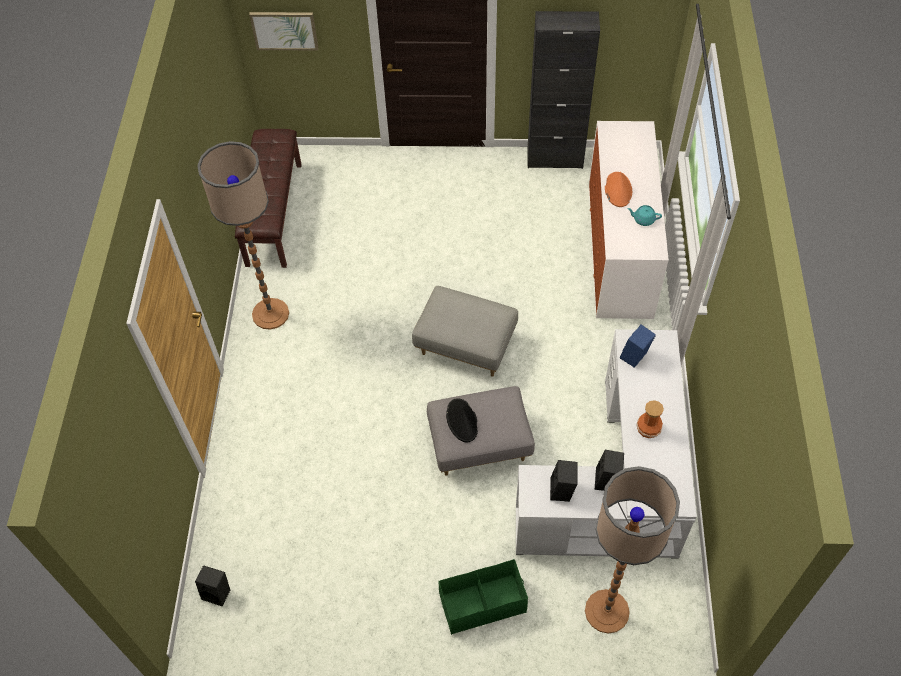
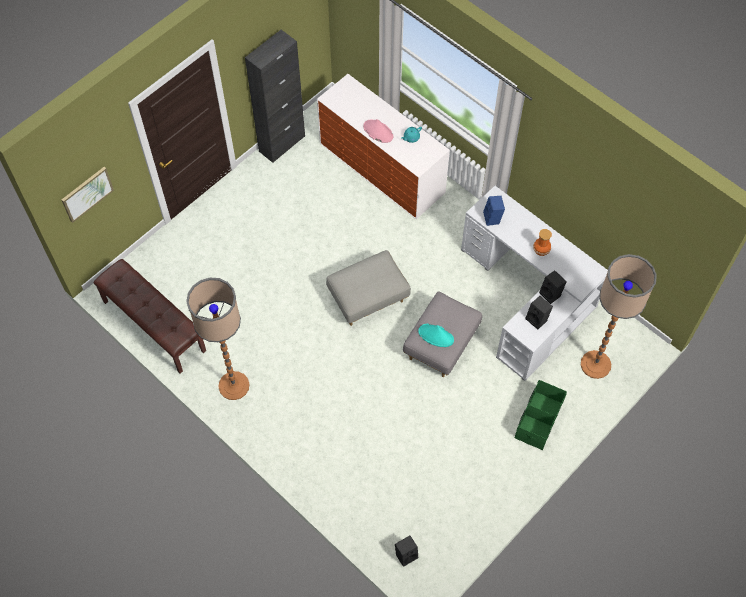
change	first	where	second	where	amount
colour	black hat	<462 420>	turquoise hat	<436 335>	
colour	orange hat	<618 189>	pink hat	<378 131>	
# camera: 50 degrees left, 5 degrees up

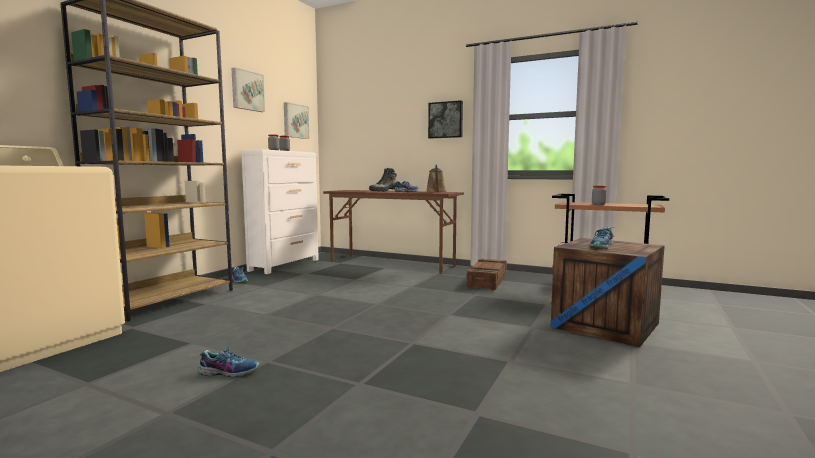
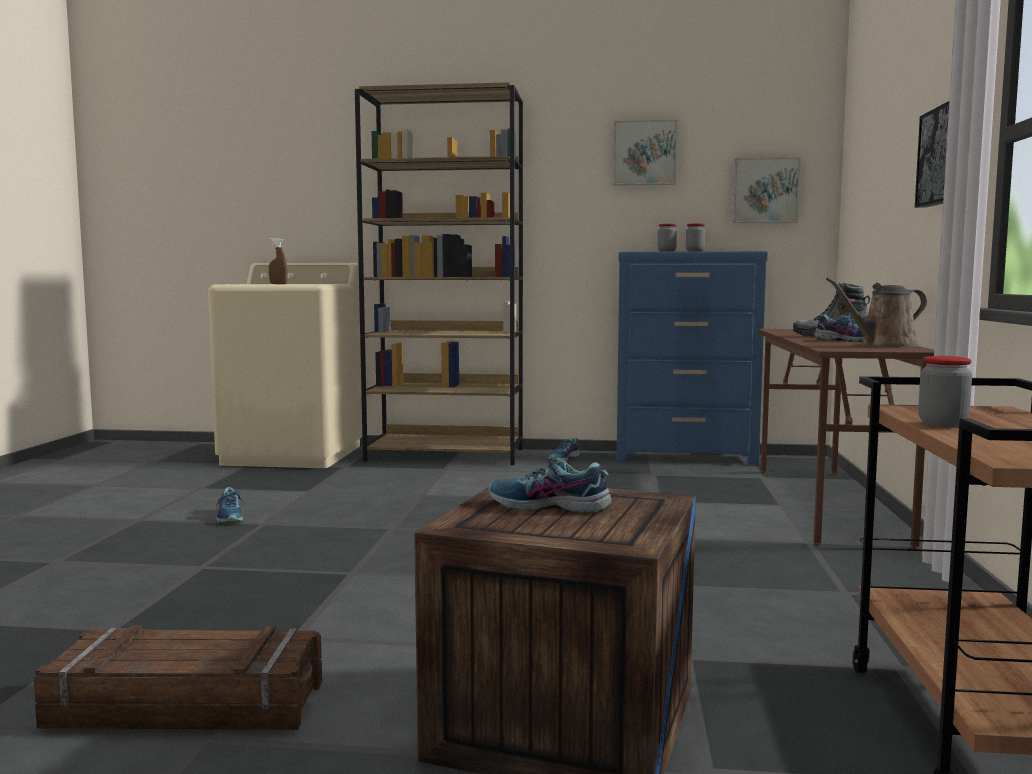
change	first	where	second	where	amount
appeared			brown spray bottle	<278 261>	
relocated	crate	<487 274>		<178 678>	
colour	white dresser	<280 211>	blue dresser	<692 358>	
# camera: 70 degrees right, 0 degrees up

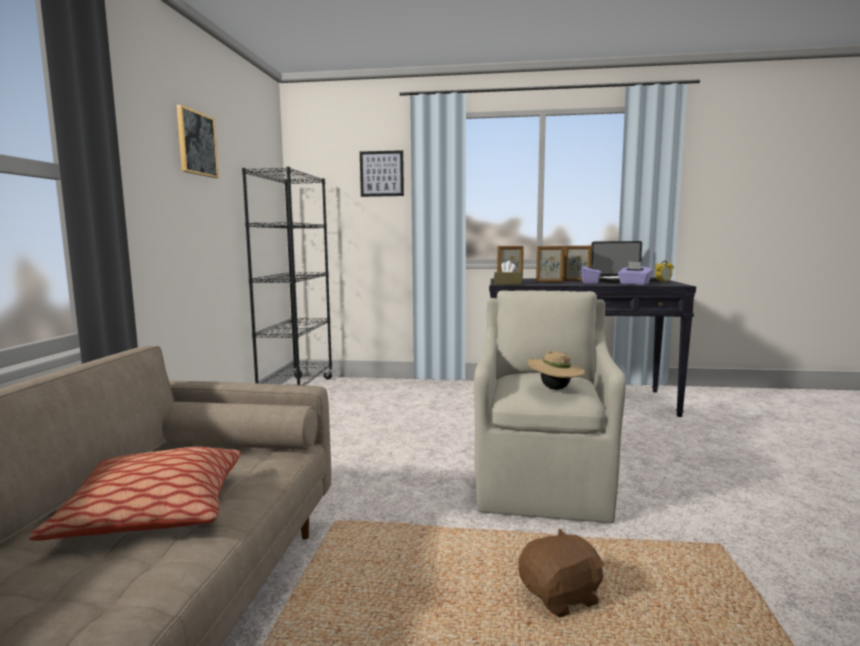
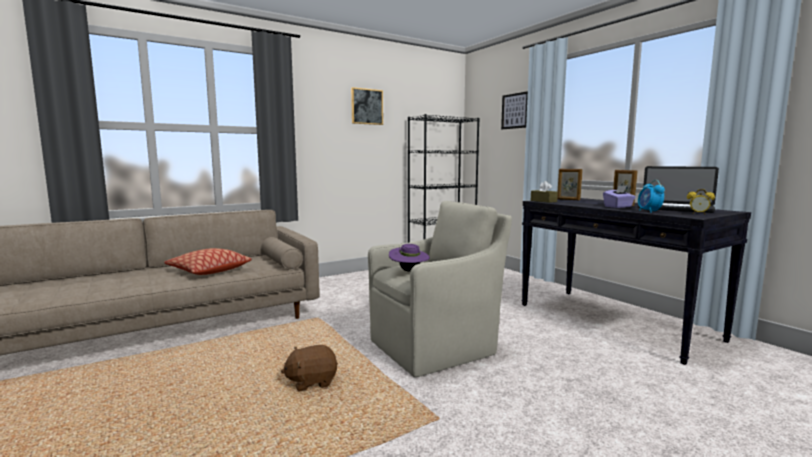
change	first	where	second	where	amount
missing	picture frame	<550 264>			
exchanged	purple tissue box	<635 273>	alarm clock	<651 196>	
colour	beige hat	<556 370>	purple hat	<409 258>	
spun	brown plush toy	<561 572>		<309 368>	135 degrees clockwise
# camera: 50 degrees right, 0 degrees up

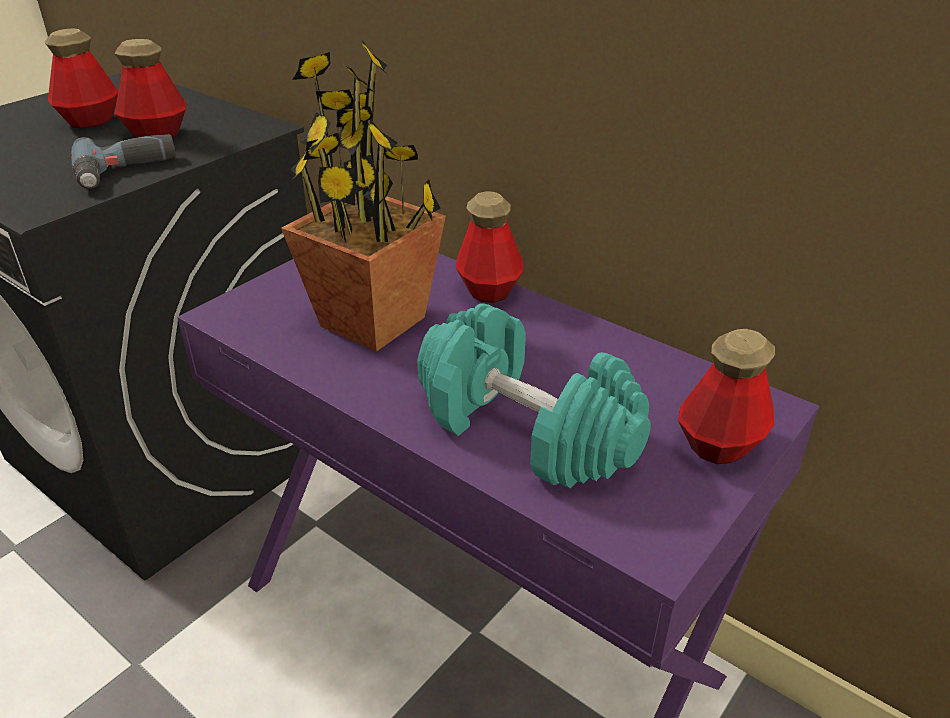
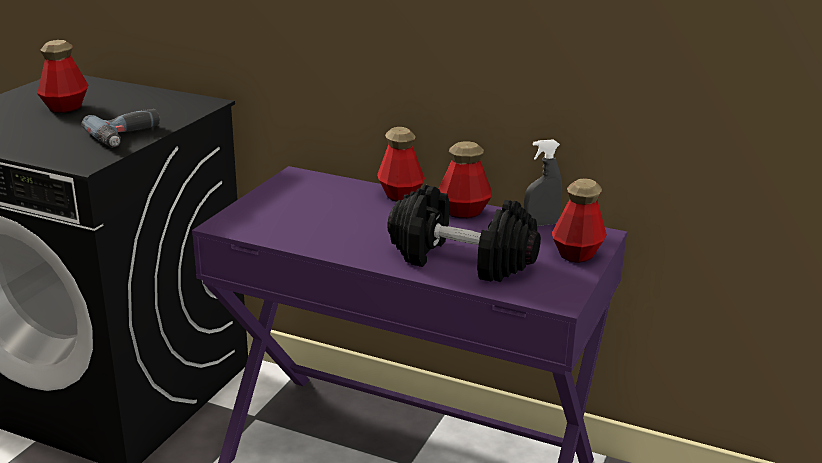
change	first	where	second	where	amount
missing	potted plant	<363 196>			
appeared			grey spray bottle	<543 182>	
relocated	bottle	<150 88>		<465 179>	
colour	turquoise dumbbell	<534 396>	black dumbbell	<464 233>	
# camera: 15 degrees left, 10 degrees down

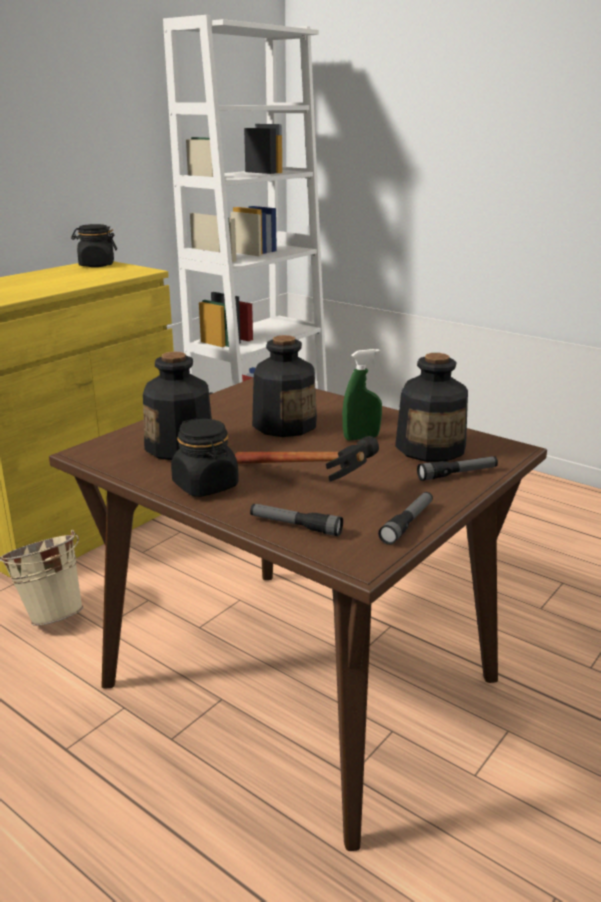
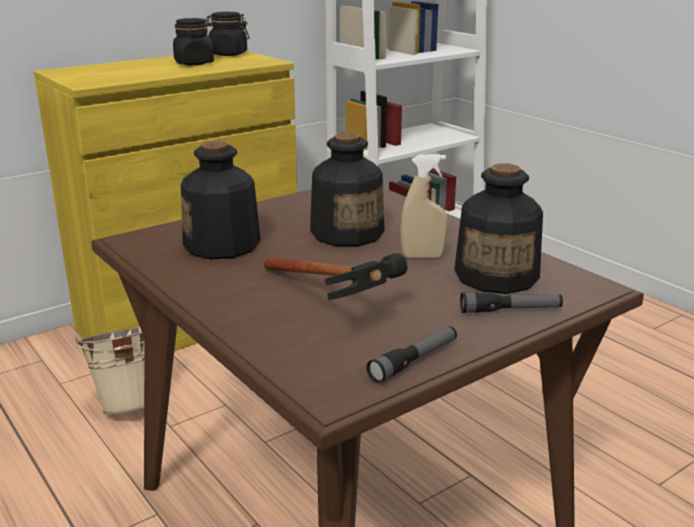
change	first	where	second	where	amount
missing	flashlight	<296 520>			
relocated	black jar	<205 457>		<193 41>	
colour	green spray bottle	<362 394>	beige spray bottle	<425 206>	
# camera: 15 degrees right, 0 degrees up

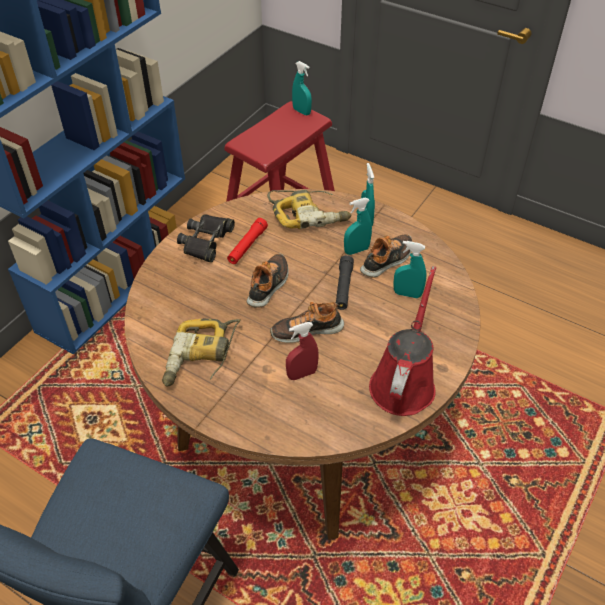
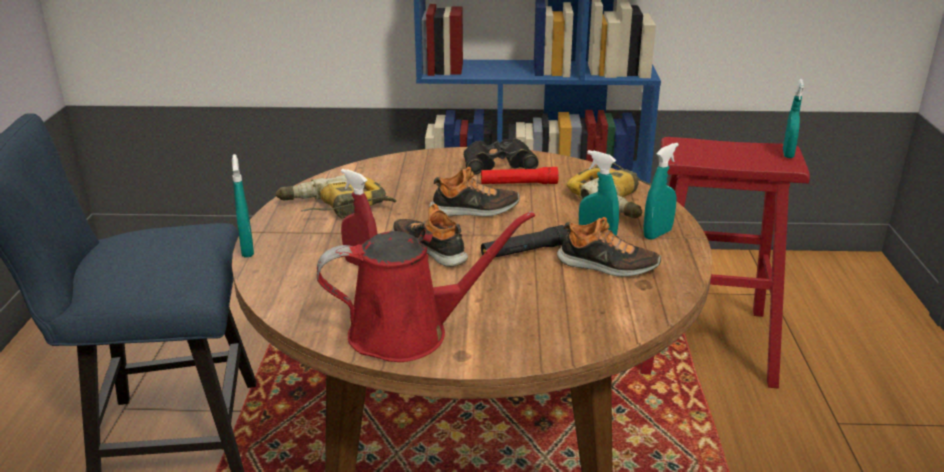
change	first	where	second	where	amount
relocated	turquoise spray bottle	<409 269>		<243 206>	
# camera: 60 degrees right, 20 degrees down

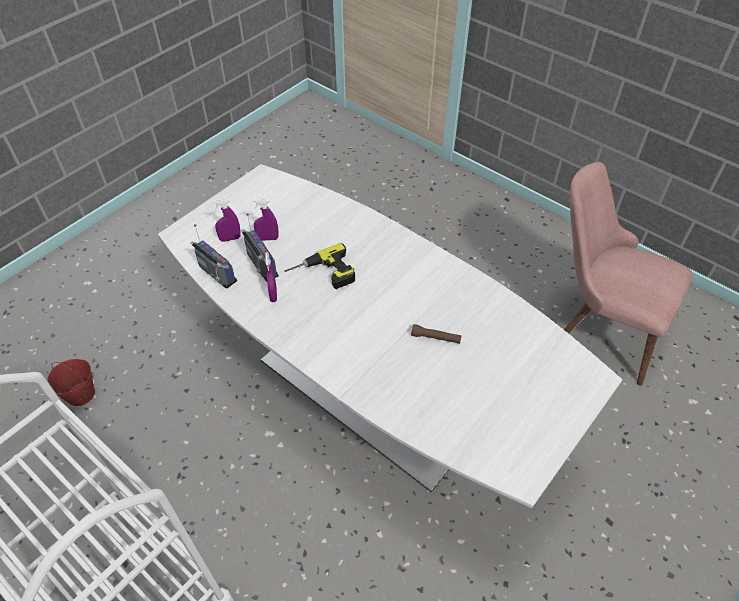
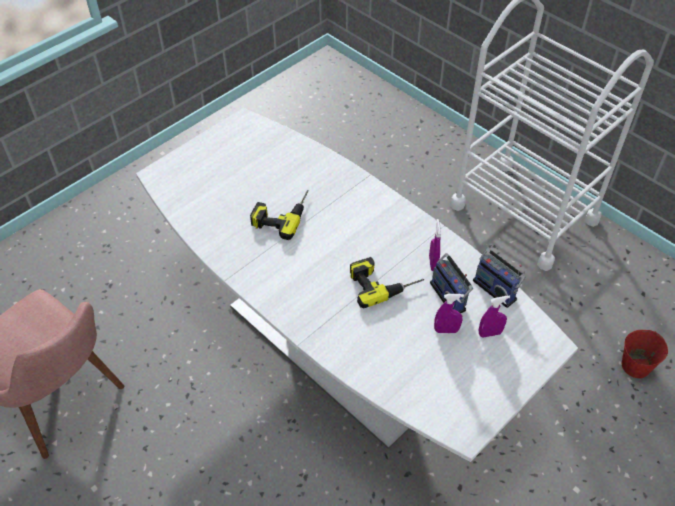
change	first	where	second	where	amount
exchanged	brown flashlight	<436 334>	power drill	<279 215>	
# camera: 175 degrees left, 0 degrees up

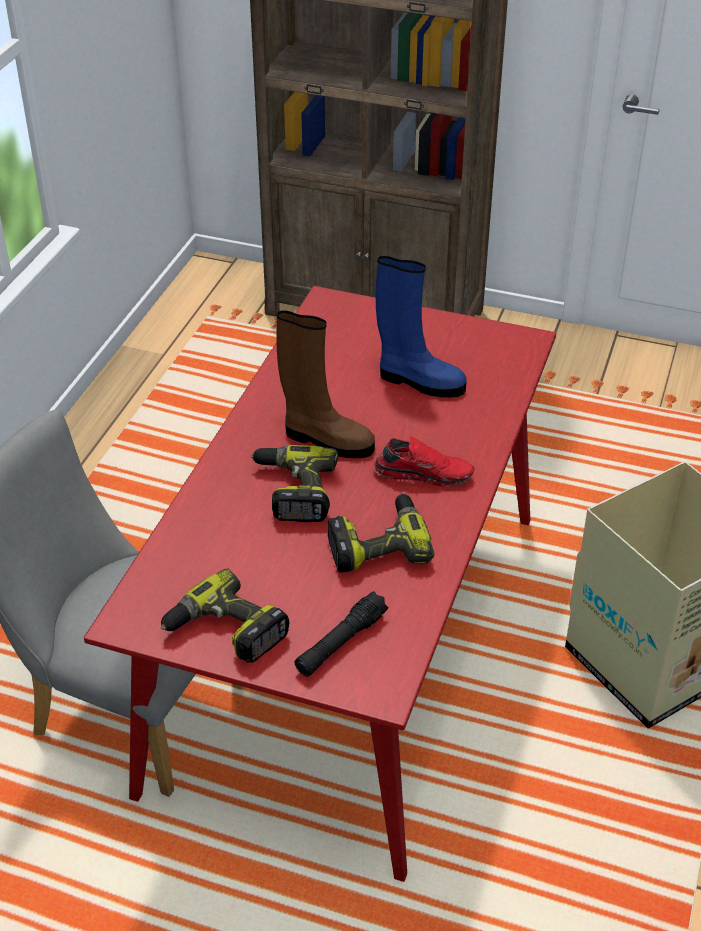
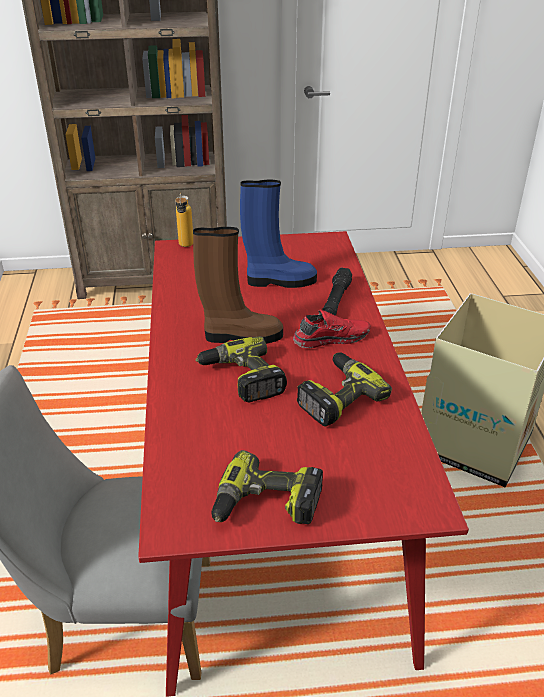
change	first	where	second	where	amount
appeared			bottle	<184 220>	
relocated	black flashlight	<341 634>		<337 291>	
# camera: 25 degrees left, 5 degrees down

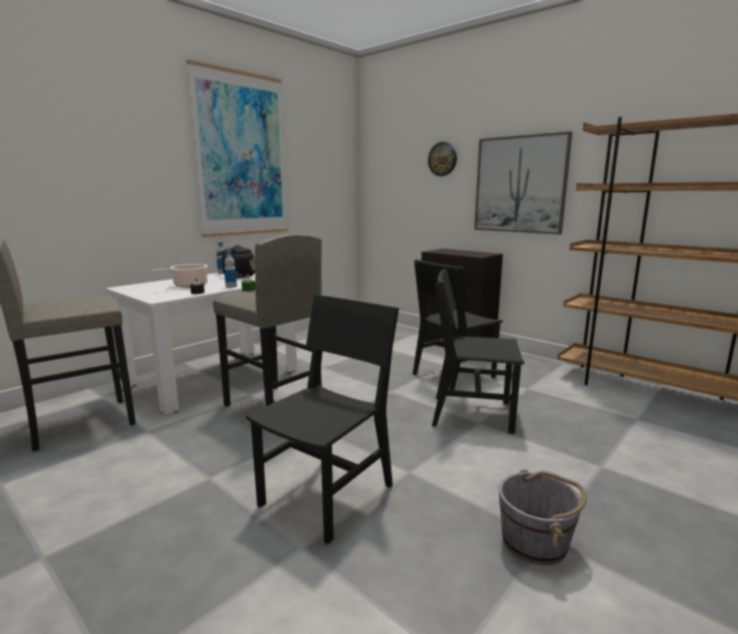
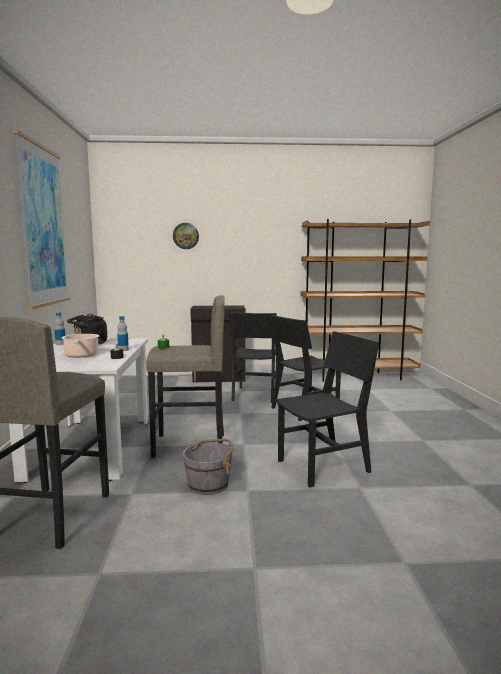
change	first	where	second	where	amount
missing	picture	<523 183>			
relocated	grey bucket	<543 517>		<208 467>	
spun	black chair	<322 419>		<327 409>	75 degrees clockwise
# camera: 45 degrees left, 5 degrees down

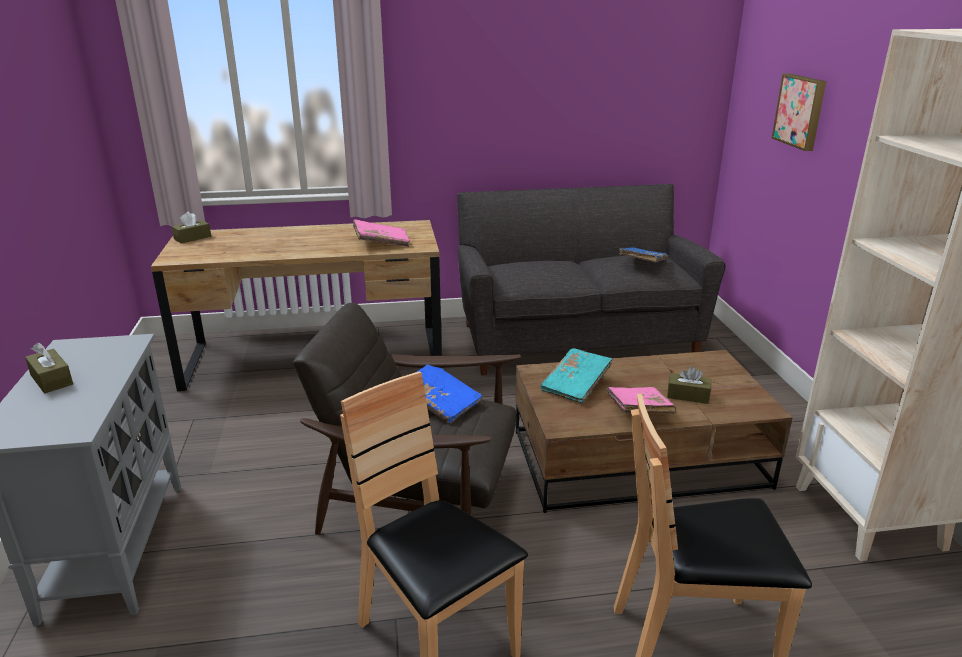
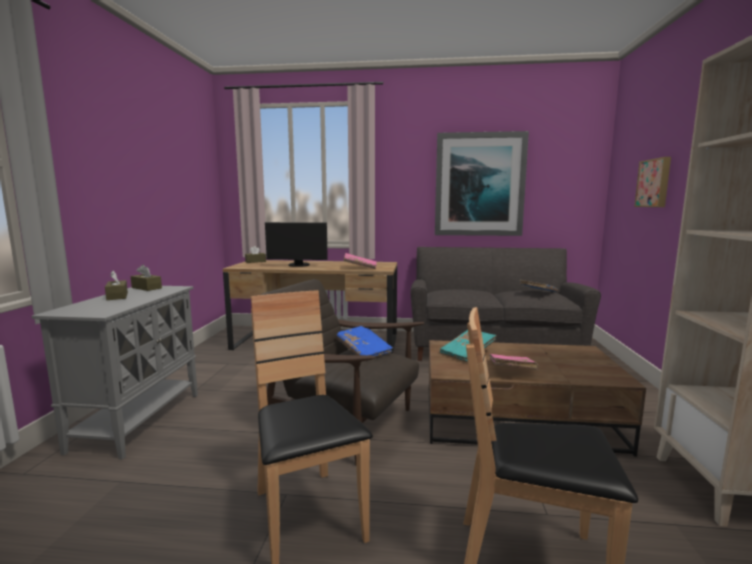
change	first	where	second	where	amount
appeared			monitor	<296 244>	
appeared			picture	<482 183>	
relocated	brown tissue box	<689 385>		<146 278>	
# camera: 15 degrees right, 15 degrees down

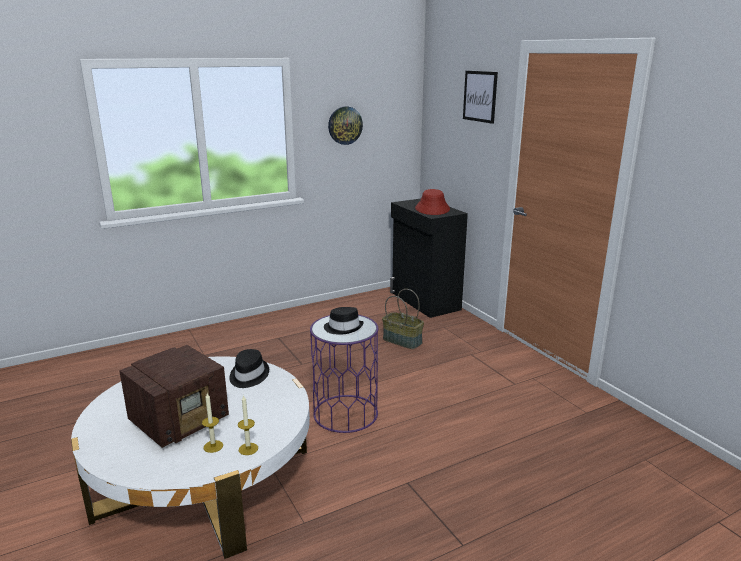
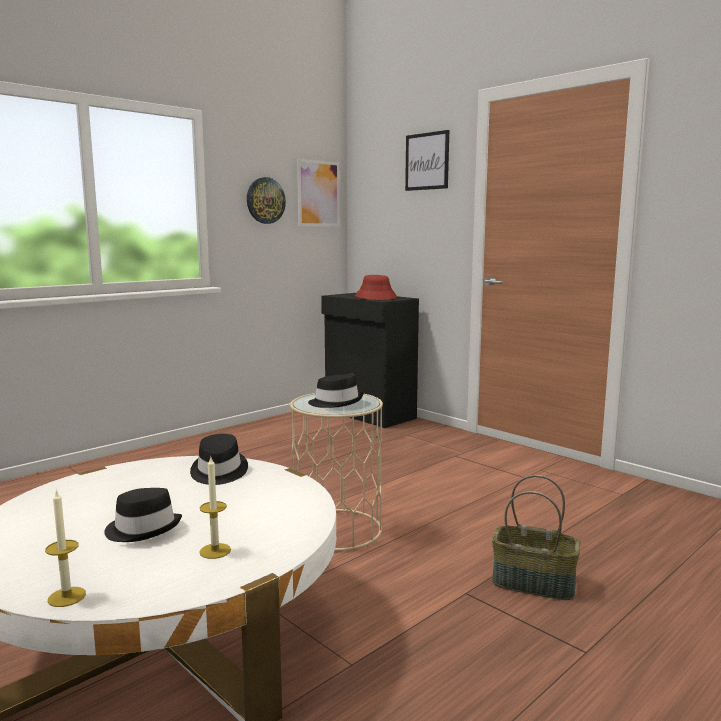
change	first	where	second	where	amount
appeared			picture	<318 193>	
relocated	candle	<248 425>		<65 548>	
relocated	basket	<403 319>		<536 537>	
exchanged	radio	<174 396>	black hat	<143 515>	
colour	purple side table	<344 374>	beige side table	<336 472>	
# camera: 15 degrees left, 10 degrees down

